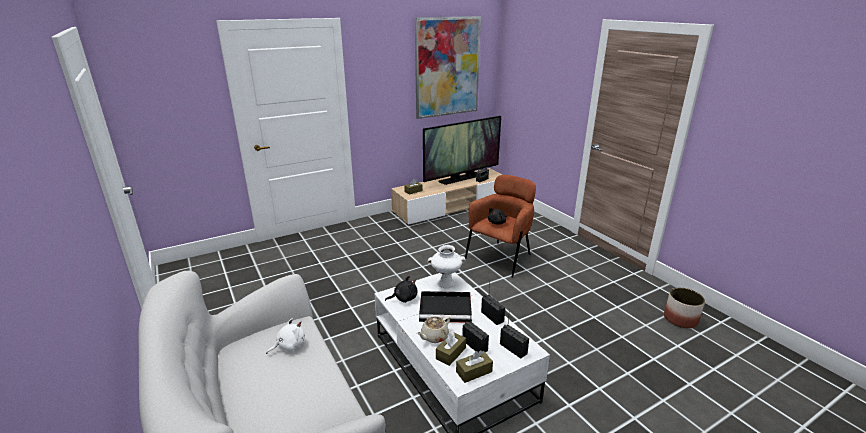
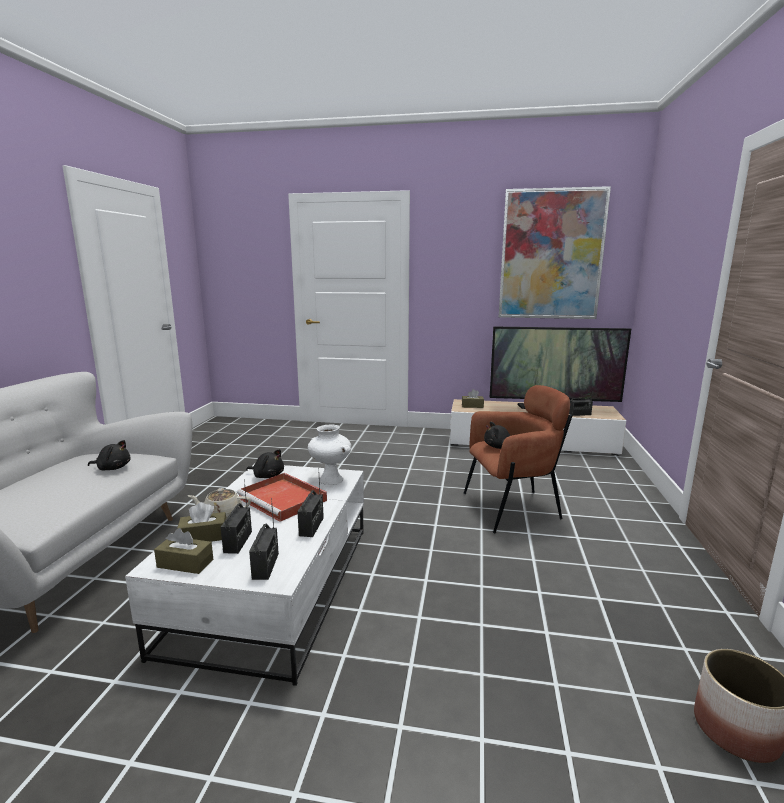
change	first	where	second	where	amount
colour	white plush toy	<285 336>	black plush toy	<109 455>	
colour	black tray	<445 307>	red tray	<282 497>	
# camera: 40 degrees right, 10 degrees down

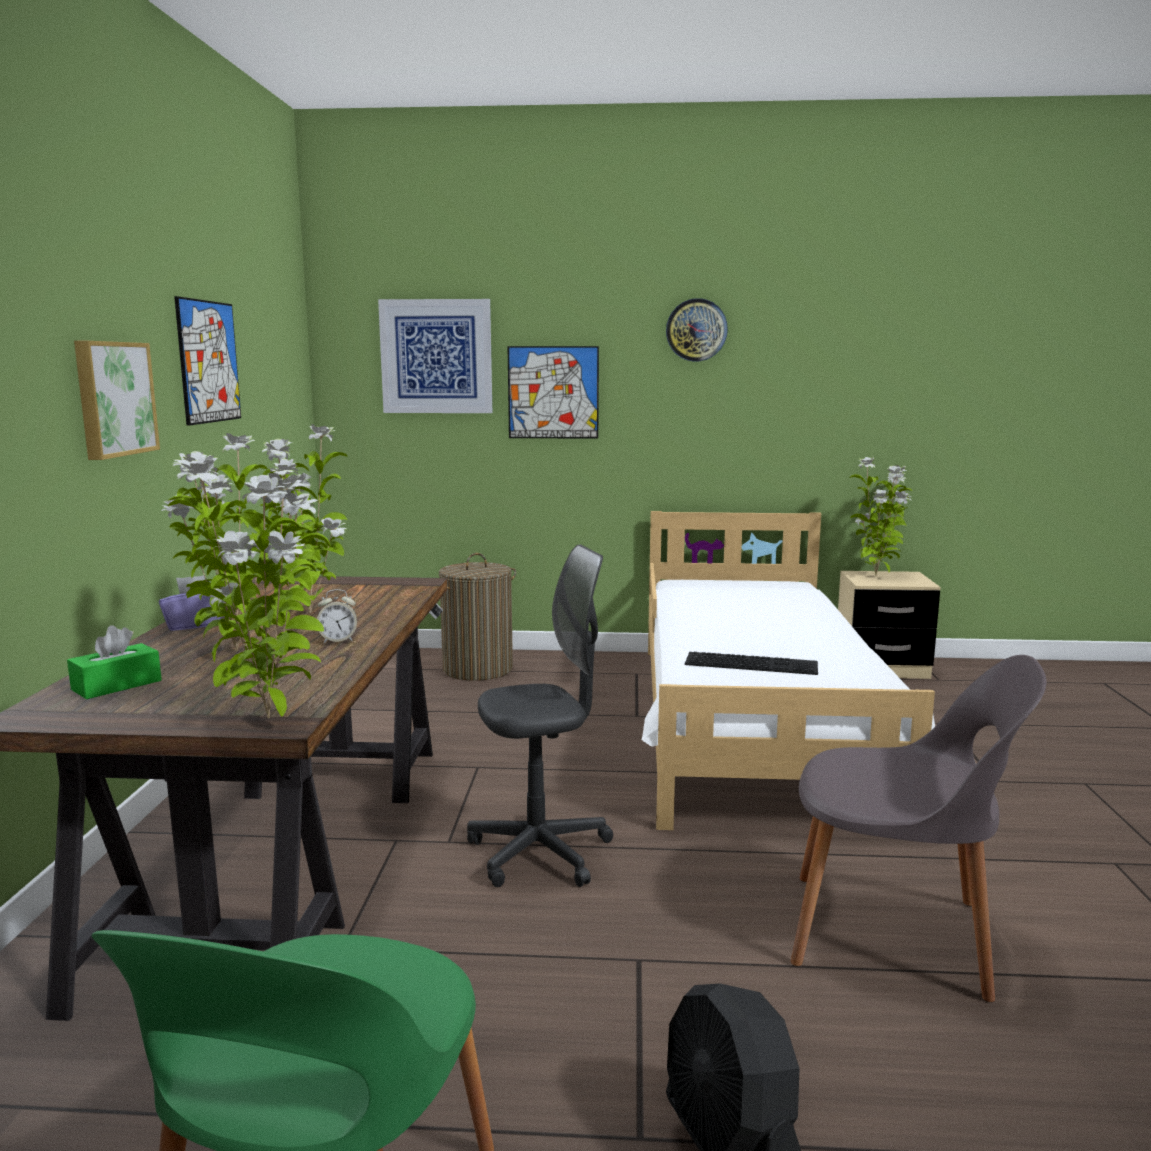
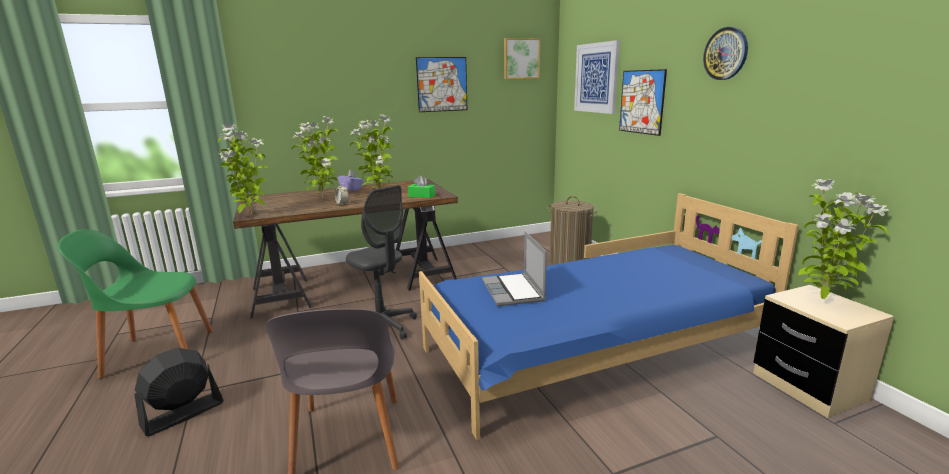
change	first	where	second	where	amount
relocated	green tissue box	<114 662>		<421 187>	
relocated	picture	<117 400>		<522 58>	
exchanged	keyboard	<751 663>	laptop	<514 268>	
colour	white bed	<788 670>	blue bed	<609 316>	
# camera: 65 degrees right, 5 degrees up

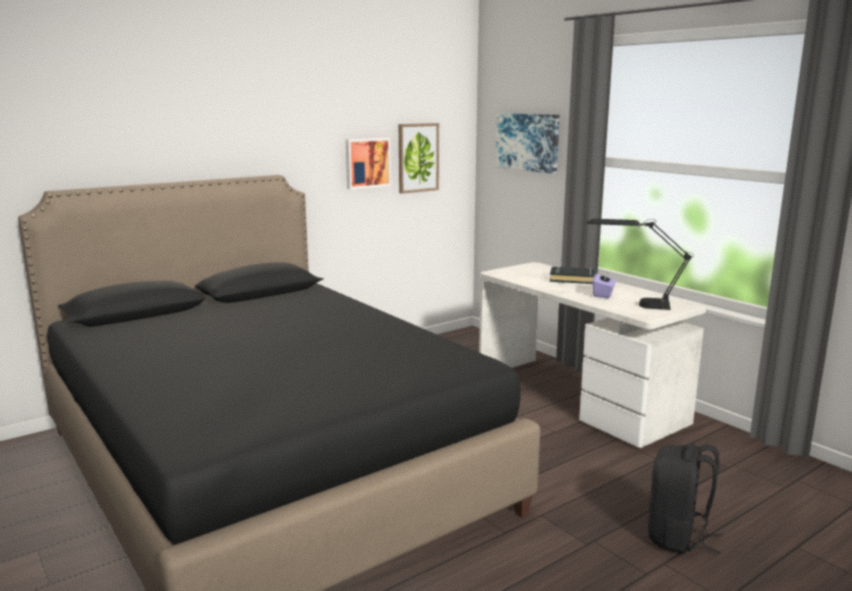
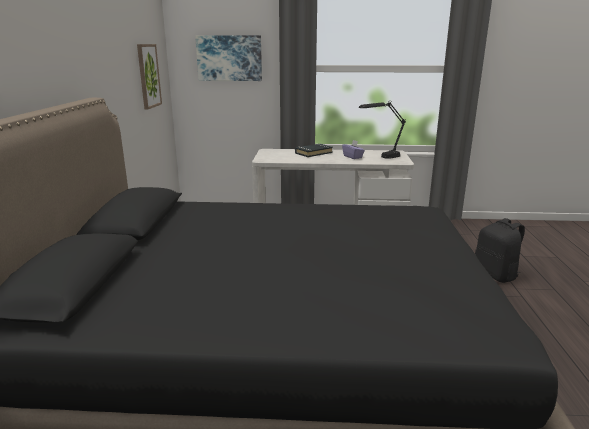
change	first	where	second	where	amount
missing	picture	<368 163>			
# camera: 50 degrees left, 5 degrees up

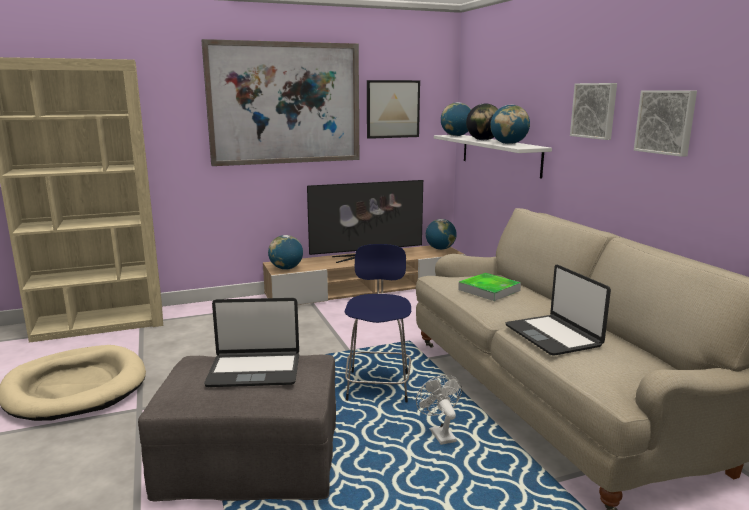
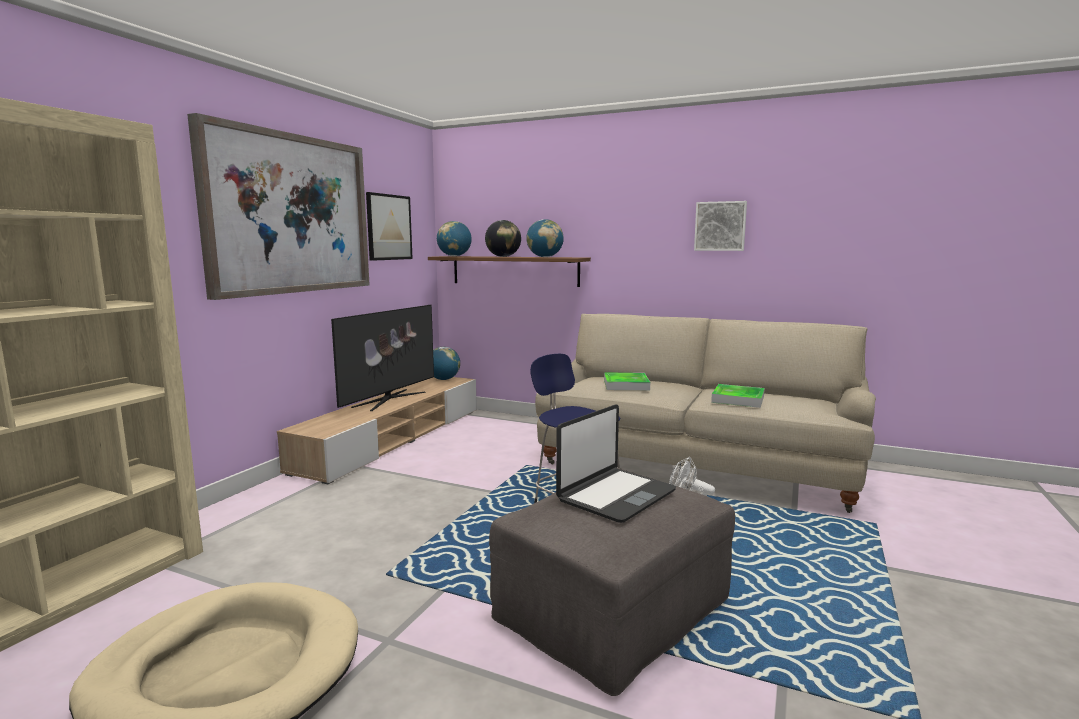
change	first	where	second	where	amount
missing	globe	<285 252>			
missing	picture	<593 111>			
exchanged	laptop	<558 310>	tray	<738 396>	
colour	white shelf	<493 157>	brown shelf	<509 271>	
# camera: 45 degrees left, 5 degrees down

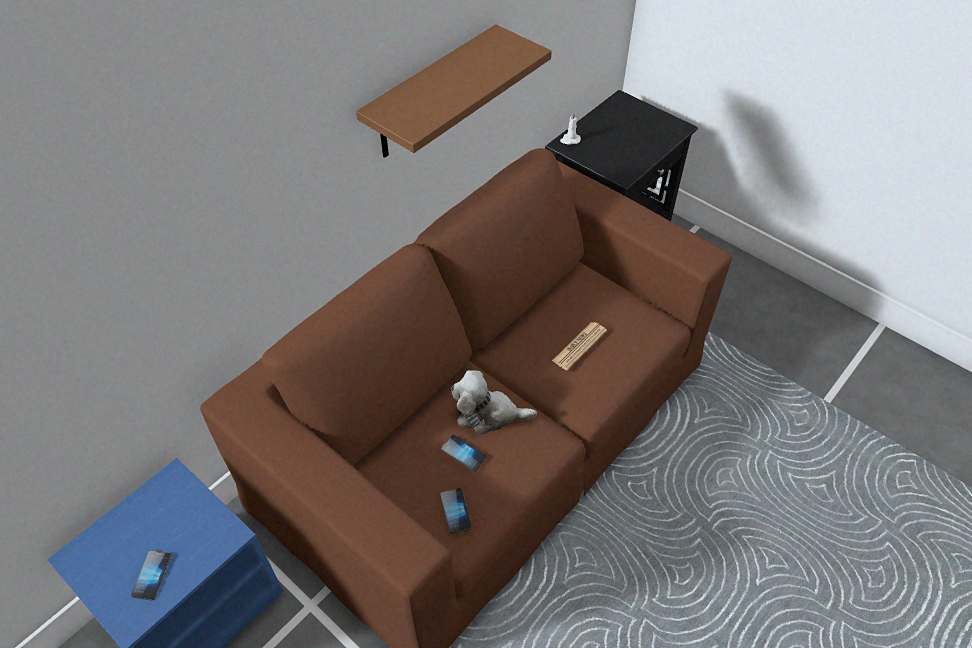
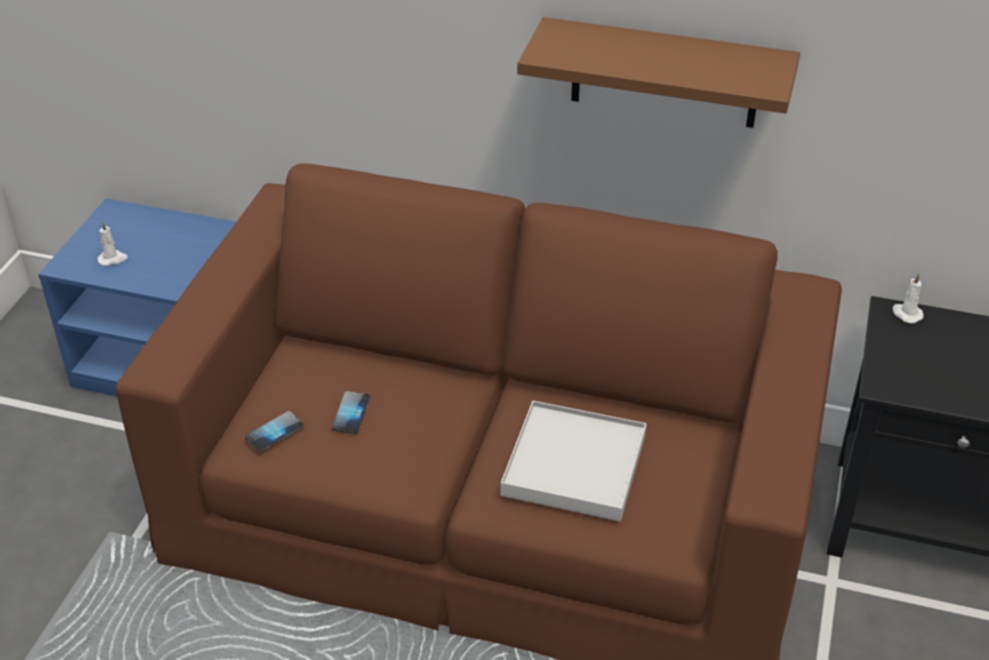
change	first	where	second	where	amount
missing	plush toy	<494 402>			
exchanged	phone	<151 575>	white candle	<113 243>	
exchanged	newspaper	<579 346>	white tray	<574 461>	
# camera: 65 degrees right, 10 degrees down

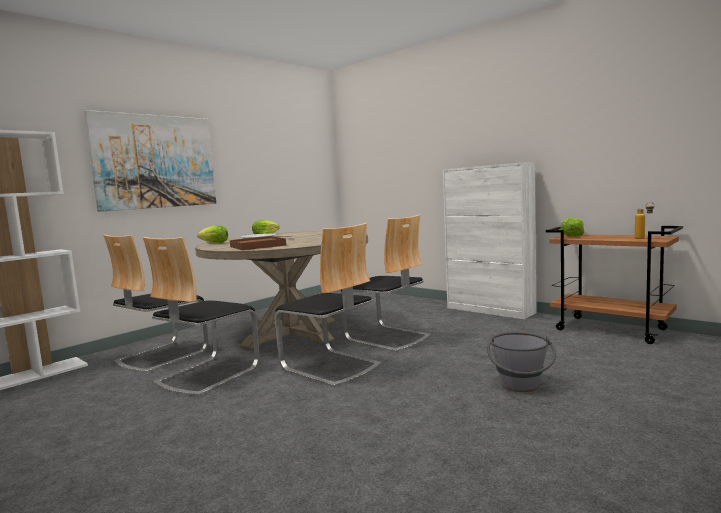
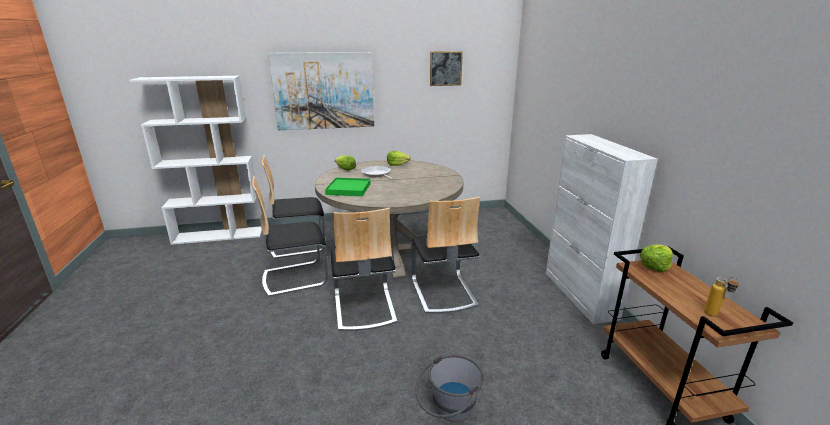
change	first	where	second	where	amount
appeared			picture	<446 68>	
colour	brown tray	<258 243>	green tray	<348 187>	
# camera: 35 degrees right, 15 degrees up

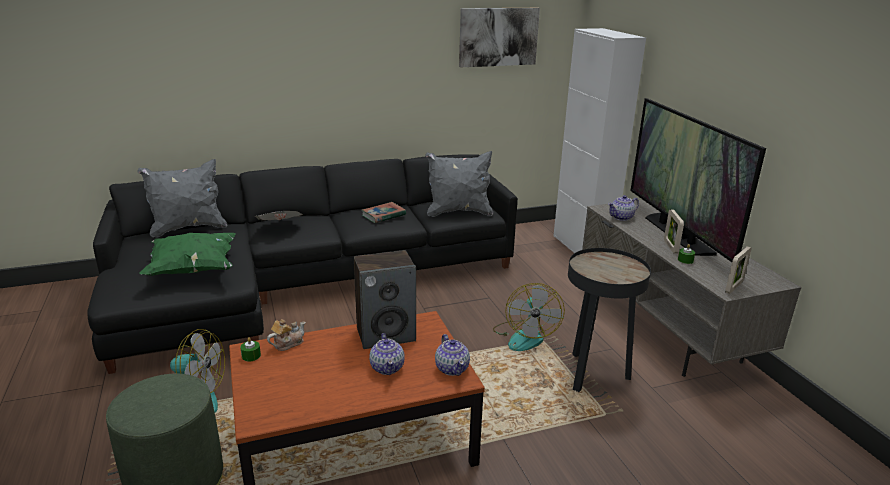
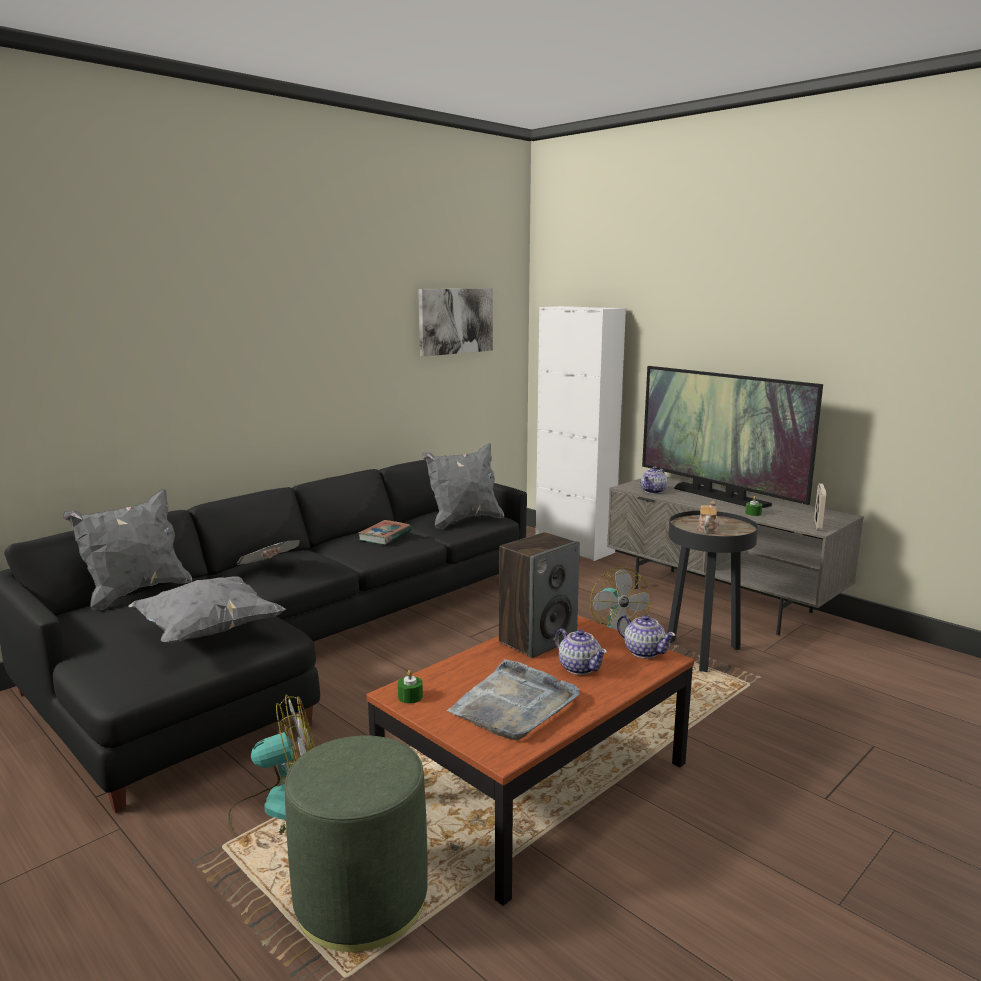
change	first	where	second	where	amount
missing	picture frame	<674 231>			
appeared			grey tray	<513 700>	
relocated	teapot	<286 335>		<708 517>	
colour	green pillow	<187 254>	grey pillow	<206 610>	
# camera: 25 degrees left, 10 degrees down

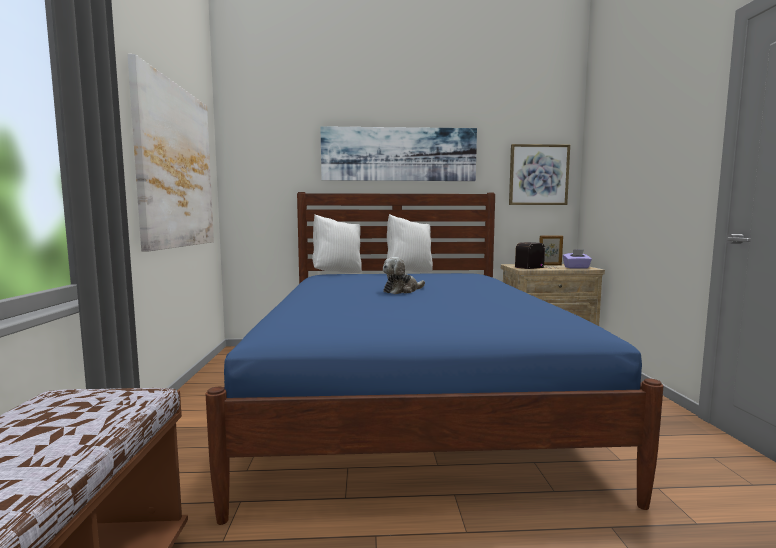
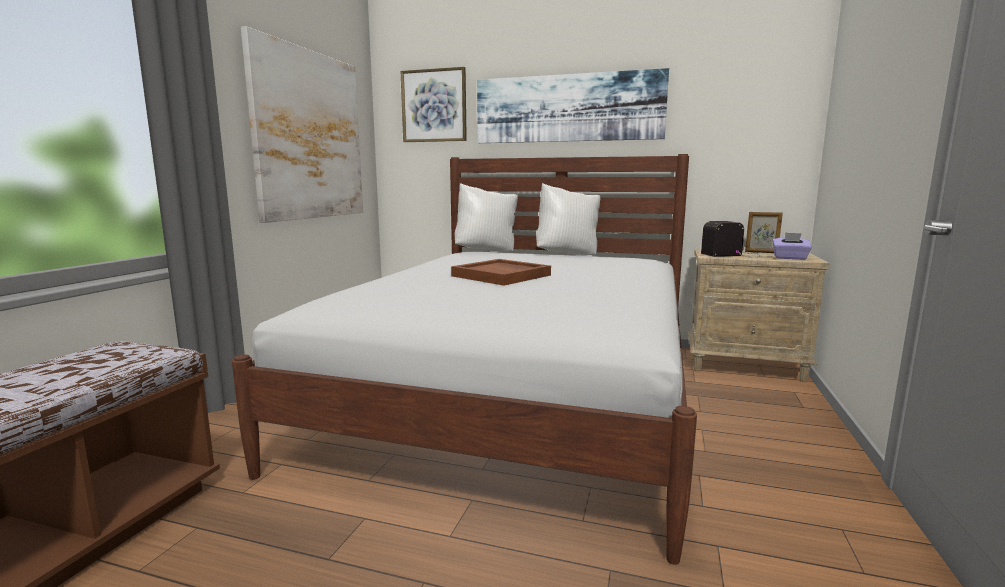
change	first	where	second	where	amount
relocated	picture	<539 174>		<434 104>	
exchanged	plush toy	<404 275>	brown tray	<501 272>	
colour	blue bed	<435 358>	white bed	<464 359>	
# camera: 20 degrees right, 5 degrees up

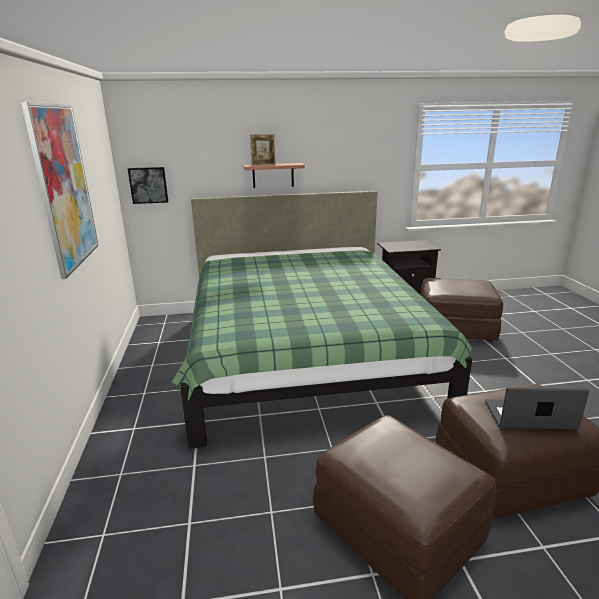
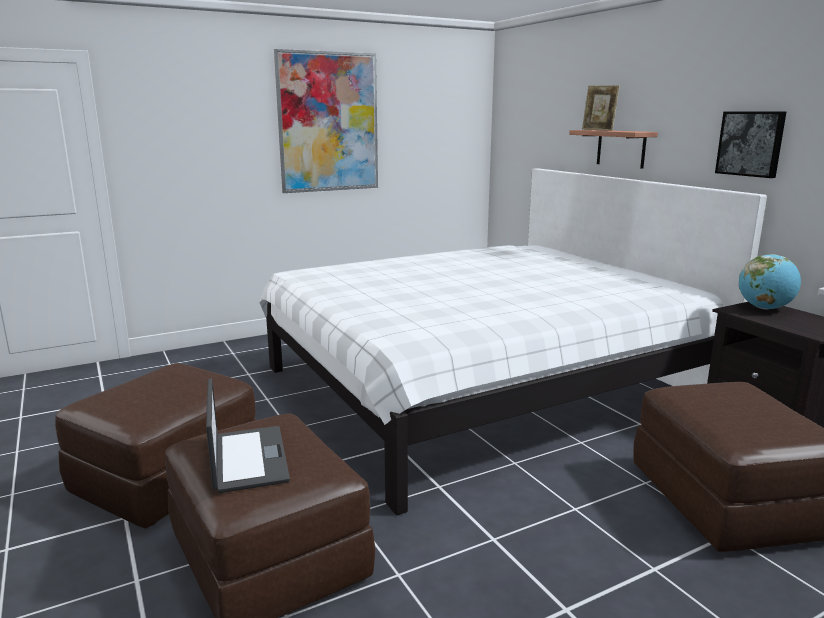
change	first	where	second	where	amount
appeared			globe	<770 281>	
relocated	picture	<148 185>		<750 145>	
colour	green bed	<322 320>	white bed	<513 342>	
# camera: 70 degrees right, 5 degrees down

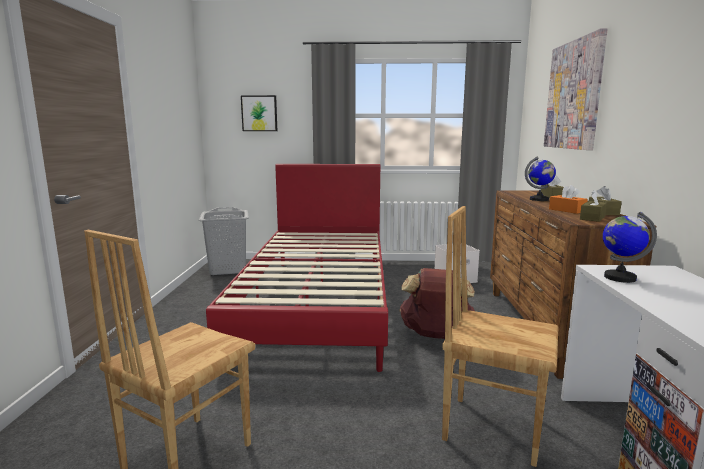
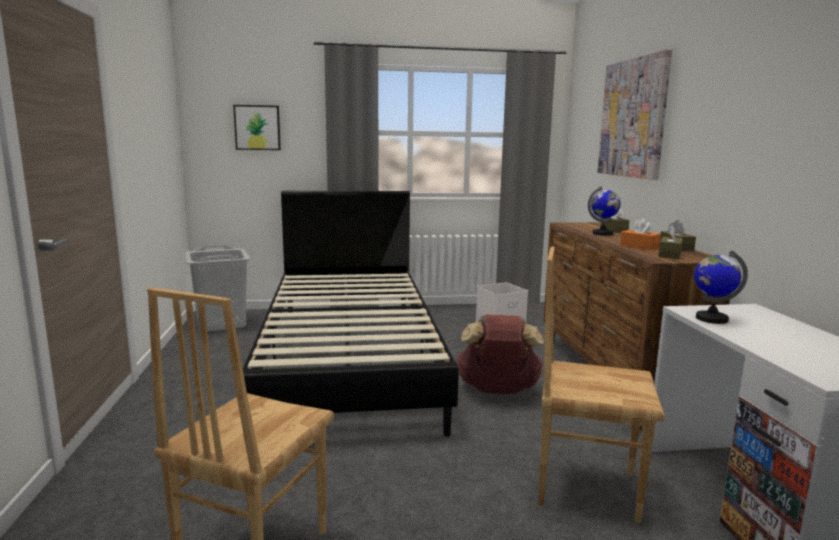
change	first	where	second	where	amount
colour	red bed	<297 268>	black bed	<351 314>	
# camera: 10 degrees left, 0 degrees up

